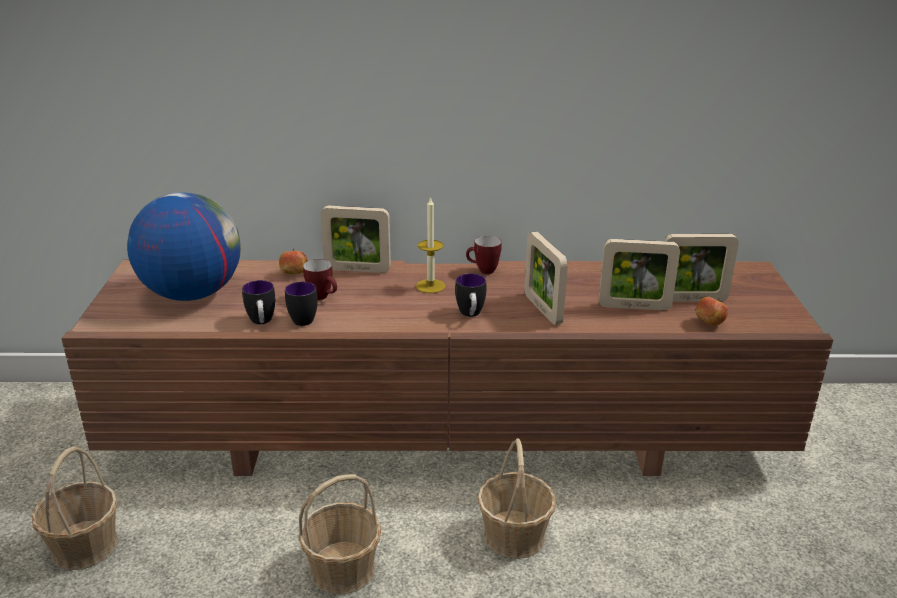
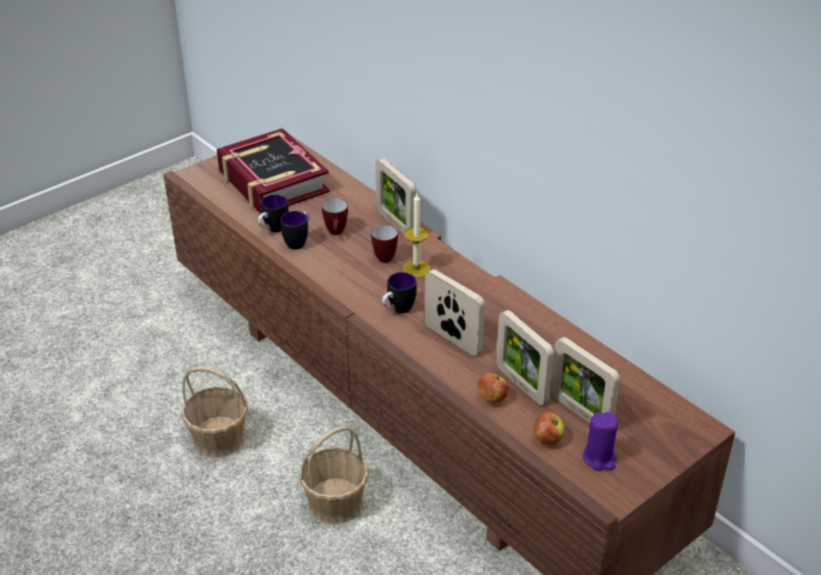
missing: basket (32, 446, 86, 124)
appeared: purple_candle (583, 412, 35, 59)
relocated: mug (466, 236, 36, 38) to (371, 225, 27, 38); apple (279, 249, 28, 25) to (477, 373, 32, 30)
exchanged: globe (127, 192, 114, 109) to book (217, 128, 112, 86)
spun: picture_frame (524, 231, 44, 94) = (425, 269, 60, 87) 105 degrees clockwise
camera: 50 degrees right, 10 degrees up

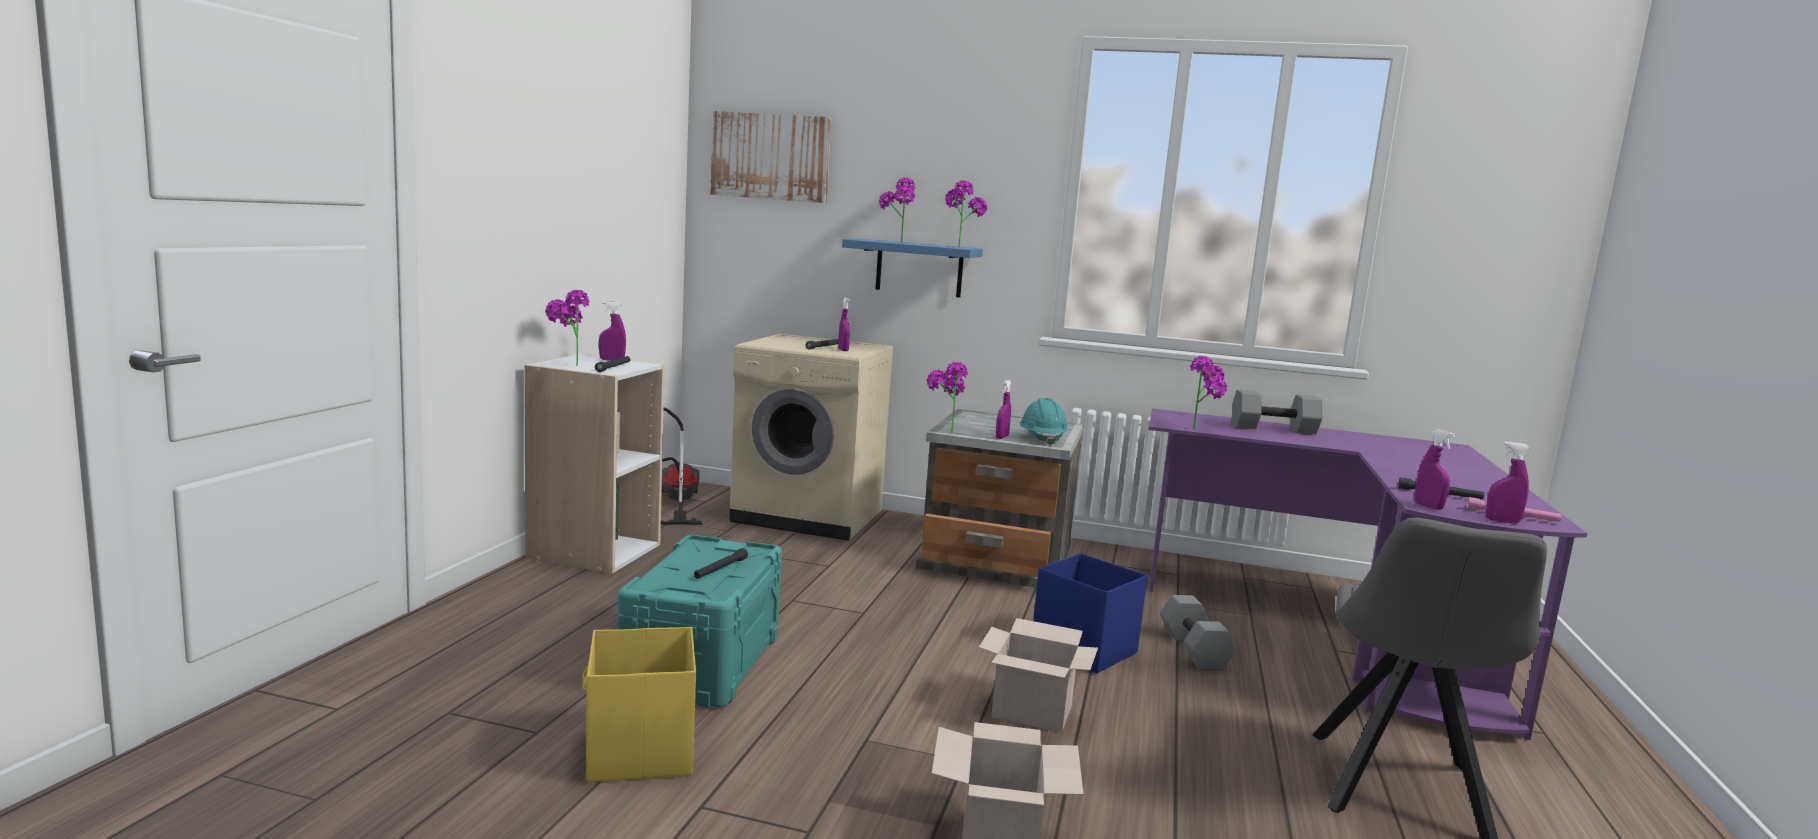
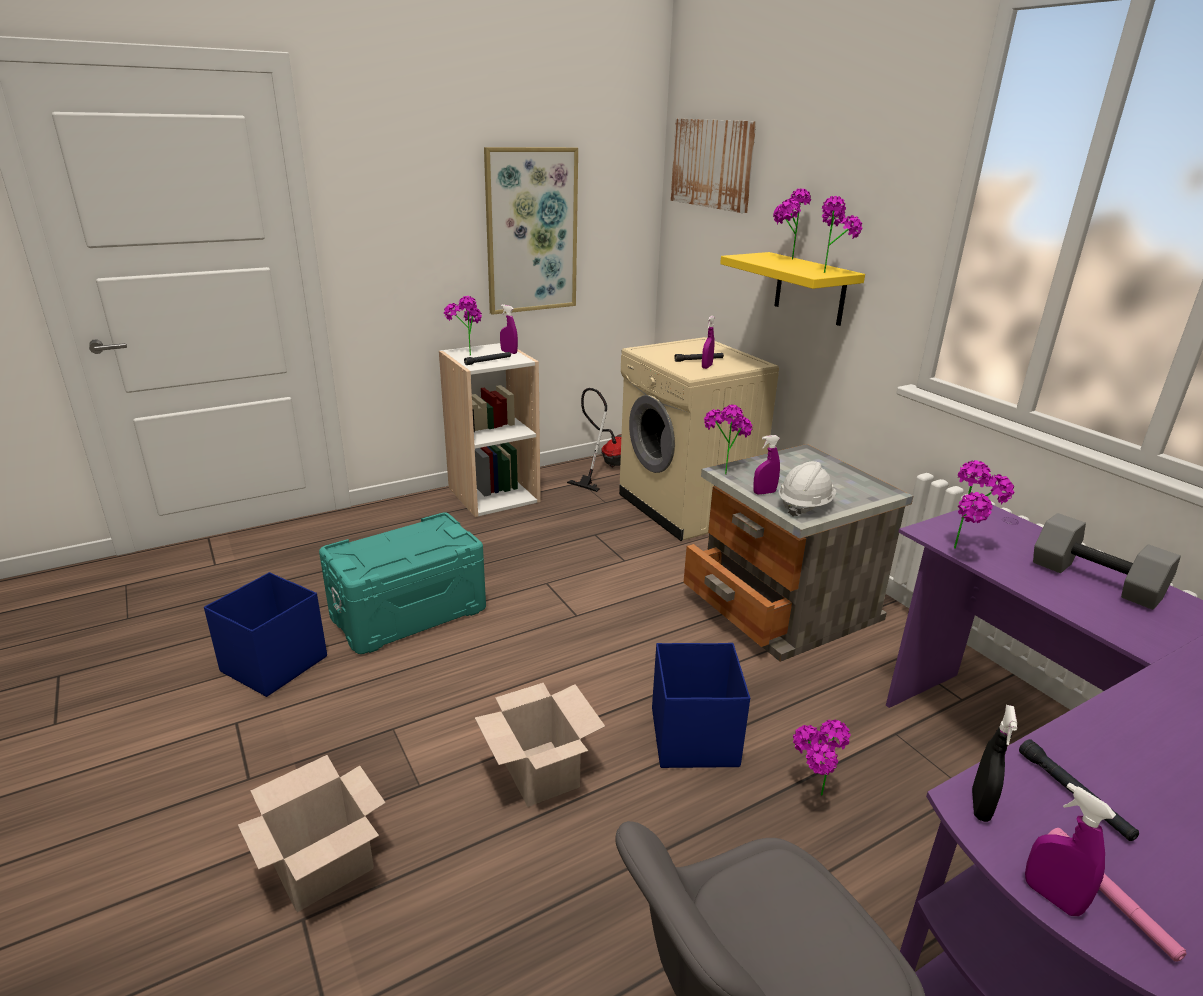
missing: black_flashlight (694, 548, 54, 31)
appeared: picture (484, 147, 94, 168)
exchanged: grey_dumbbell (1160, 595, 76, 75) to potted_plant (793, 720, 58, 76)
colour: yellow_storage_box (582, 627, 114, 156) to blue_storage_box (204, 572, 123, 125); blue_shelf (842, 239, 141, 58) to yellow_shelf (720, 252, 145, 74); turquoise_hard_hat (1020, 398, 48, 48) to white_hard_hat (779, 461, 57, 56); purple_spray_bottle (1415, 429, 40, 81) to black_spray_bottle (972, 705, 45, 117)
camera: 45 degrees right, 15 degrees up

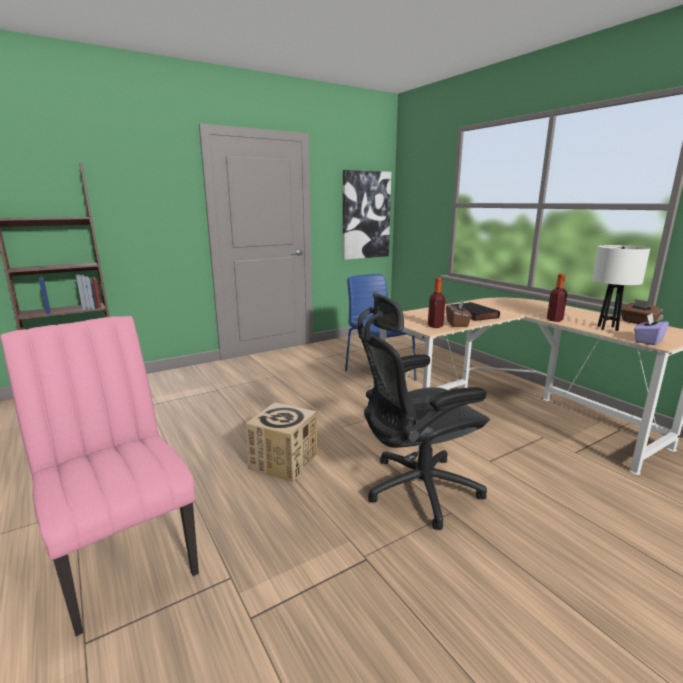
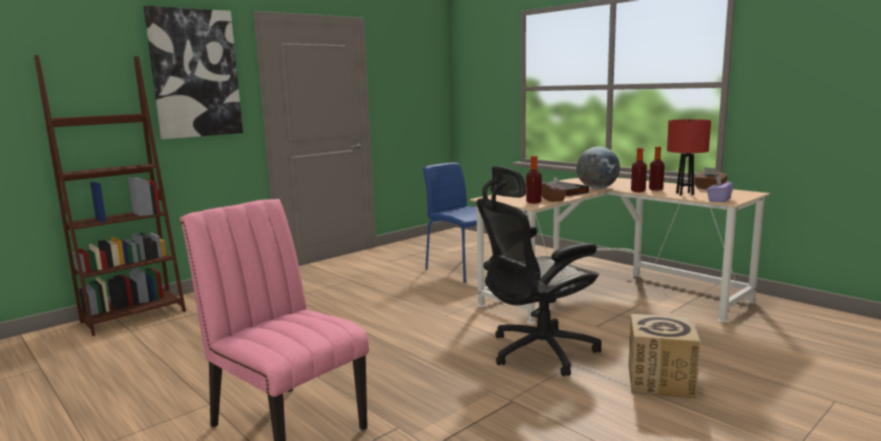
appeared: globe (576, 147, 44, 42); bottle (649, 146, 16, 45)
relocated: picture (343, 170, 48, 90) to (144, 6, 99, 133); cardboard_box (246, 402, 71, 80) to (628, 314, 72, 84)
colour: white_table_lamp (592, 245, 58, 86) to red_table_lamp (667, 119, 44, 77)
camera: 10 degrees left, 5 degrees down

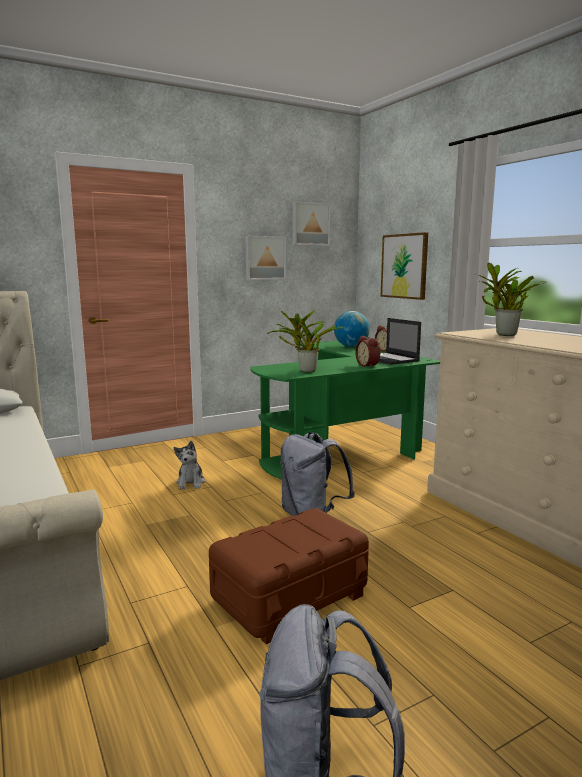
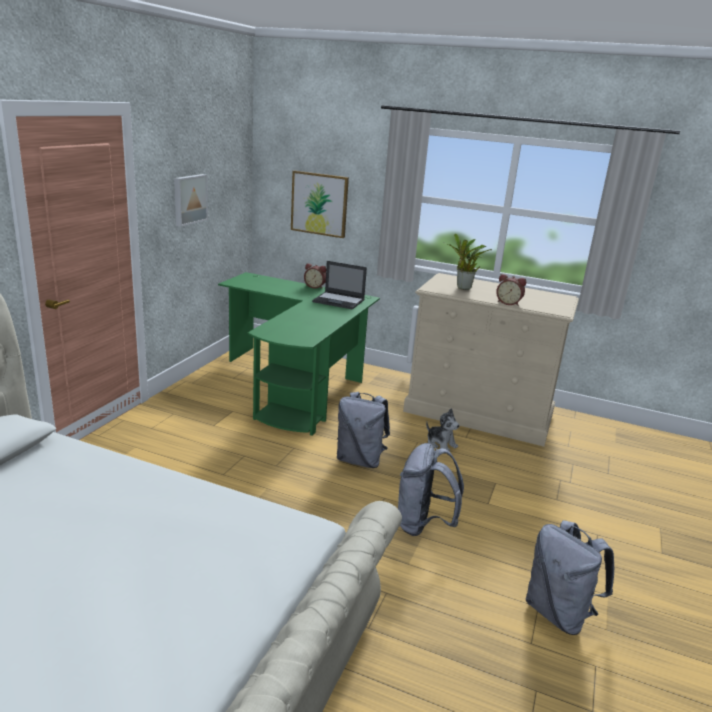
missing: potted_plant (267, 310, 76, 63); picture (293, 202, 37, 44); globe (334, 311, 36, 36)
relocated: plush_toy (174, 441, 31, 48) to (426, 408, 34, 44); alarm_clock (355, 336, 25, 32) to (496, 274, 30, 32)
exchanged: brown_storage_box (209, 508, 160, 136) to grey_backpack (398, 443, 66, 93)
camera: 40 degrees left, 10 degrees up

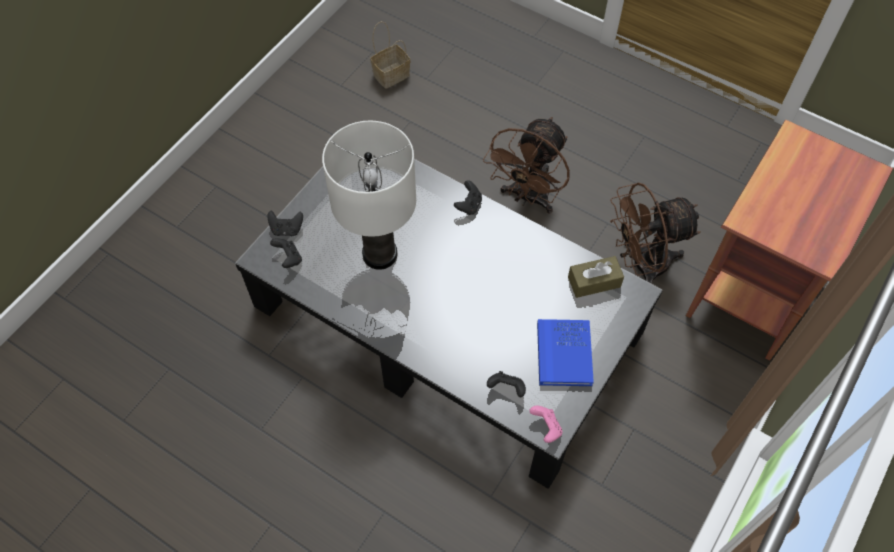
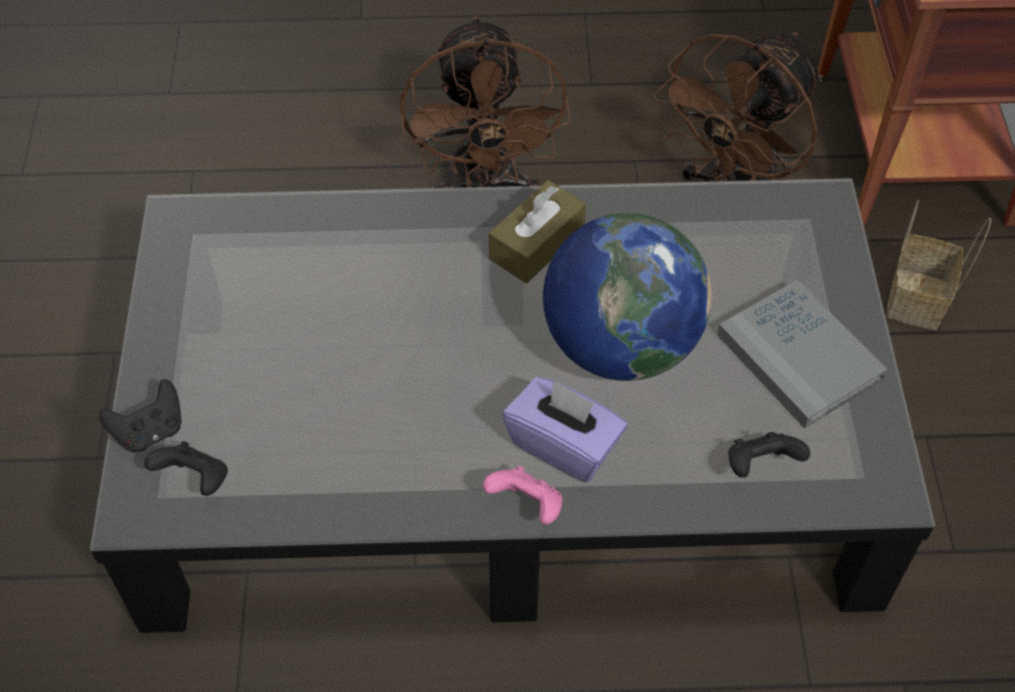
missing: white_table_lamp (322, 120, 94, 150); black_game_controller (454, 180, 28, 35)
appeared: purple_tissue_box (503, 377, 124, 105); globe (543, 213, 169, 168)
relocated: pink_game_controller (529, 406, 33, 37) to (483, 466, 80, 59); brown_tissue_box (568, 256, 56, 42) to (489, 180, 97, 103); basket (370, 21, 40, 68) to (887, 200, 104, 130)
colour: blue_book (537, 319, 57, 67) to grey_book (717, 280, 170, 148)
camera: 35 degrees left, 5 degrees down

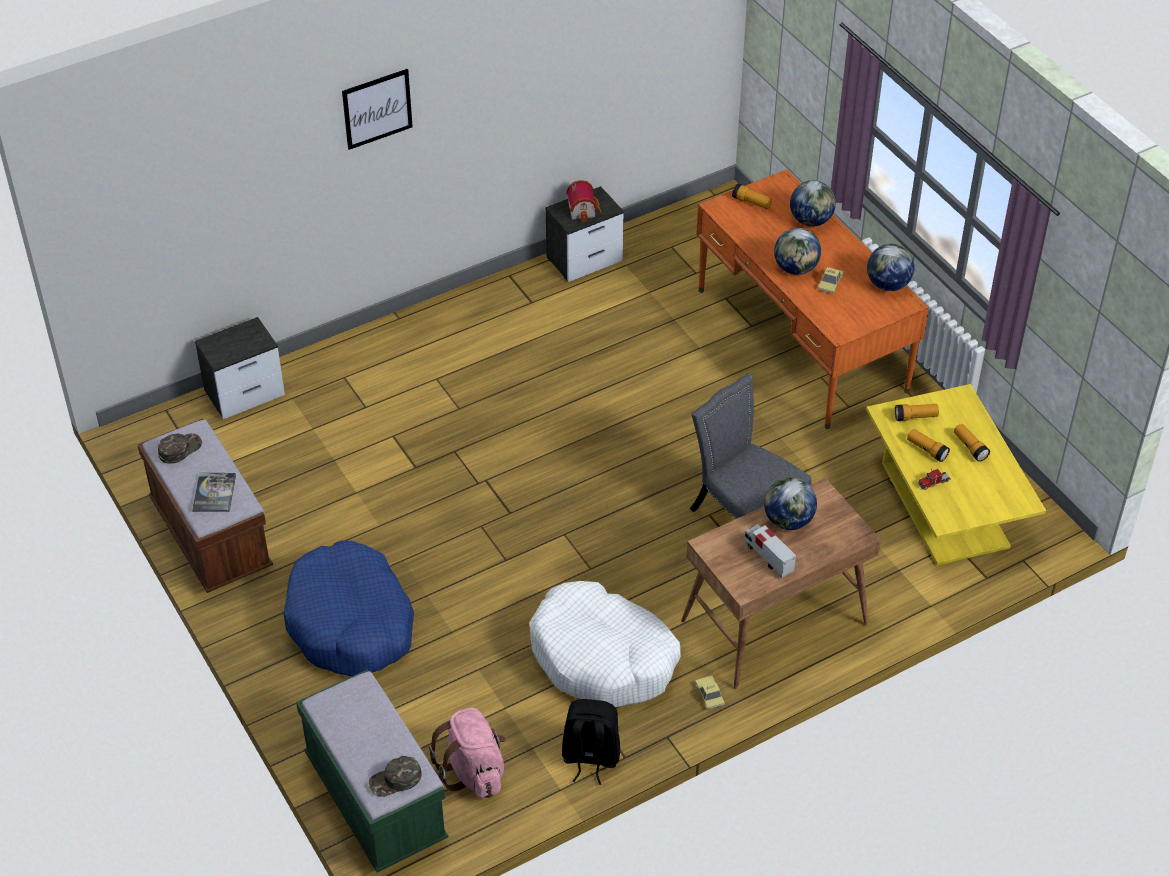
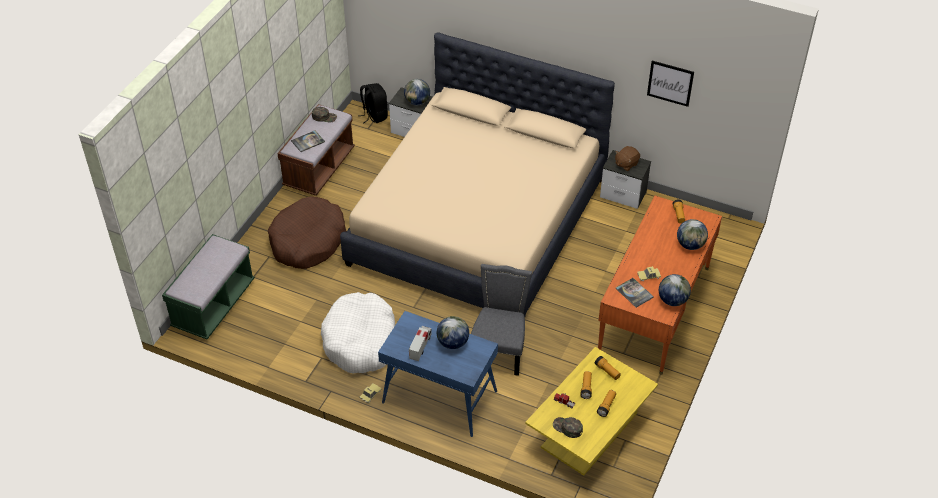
missing: pink_backpack (429, 708, 77, 91)
appeared: beige_bed (340, 32, 275, 284); book (616, 278, 38, 30)
relocated: black_backpack (562, 699, 58, 86) to (358, 83, 30, 41); globe (774, 228, 47, 47) to (404, 79, 26, 27); green_cap (369, 756, 52, 41) to (553, 417, 30, 21); picture (342, 69, 71, 81) to (647, 61, 47, 46)
exchanged: toy_house (566, 180, 36, 42) to brown_plush_toy (615, 146, 25, 25)
colour: blue_dog_bed (283, 540, 131, 137) to brown_dog_bed (268, 196, 79, 73); brown_desk (681, 478, 200, 211) to blue_desk (378, 311, 120, 126)
camera: 55 degrees right, 0 degrees up

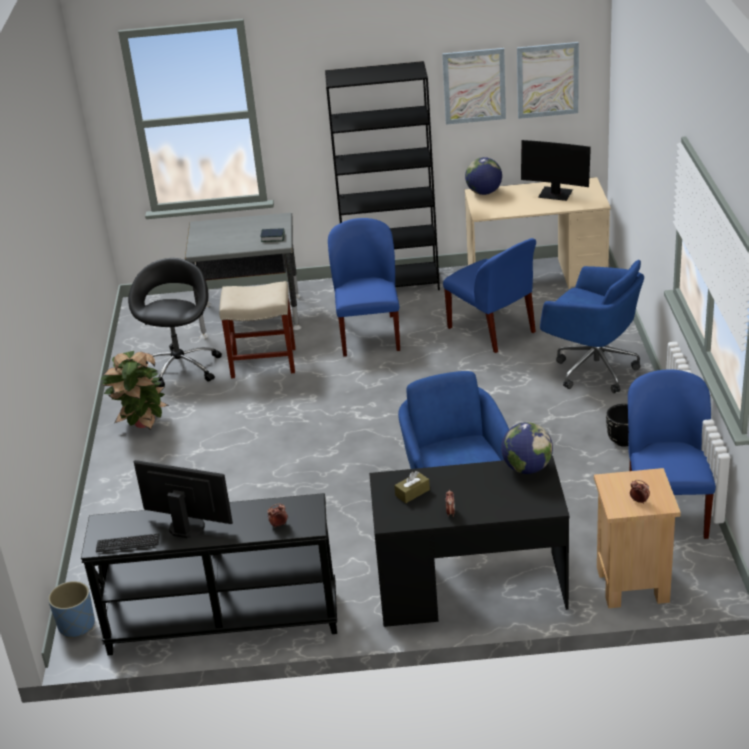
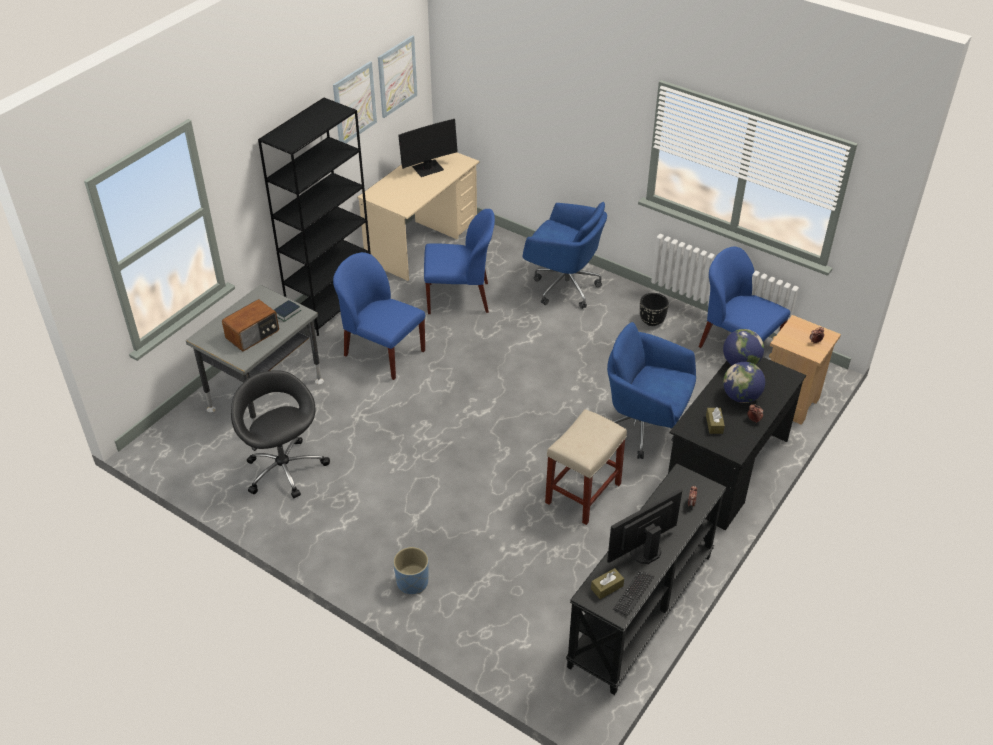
missing: potted_plant (100, 351, 69, 79)
appeared: radio (222, 299, 57, 53); brown_tissue_box (591, 568, 33, 31)
relocated: blue_planter (48, 581, 47, 57) to (393, 547, 36, 47); beige_stool (220, 281, 76, 97) to (545, 409, 82, 116); globe (465, 157, 37, 38) to (723, 362, 42, 41)
spun: blue_office_chair (540, 260, 104, 133) = (523, 202, 84, 107) 45 degrees clockwise
camera: 55 degrees left, 10 degrees up

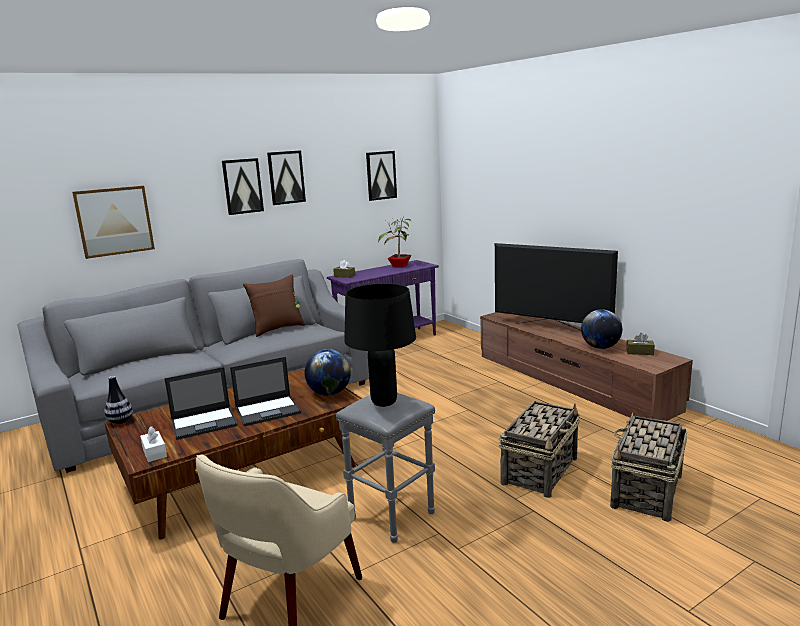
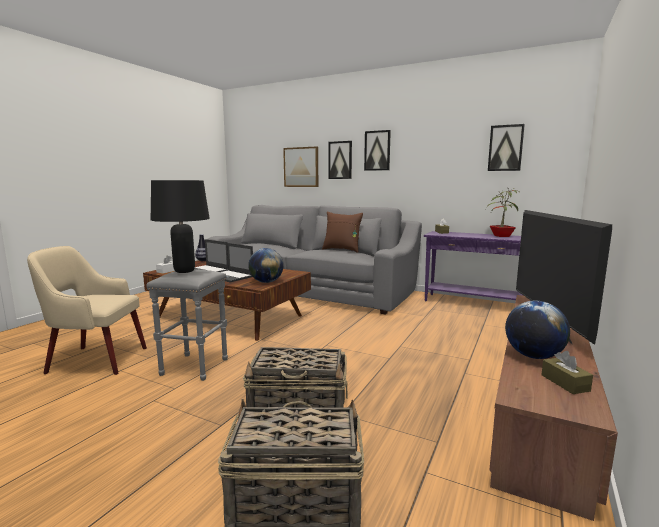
relocated: picture (267, 150, 39, 55) to (328, 141, 24, 38)
camera: 60 degrees right, 5 degrees down

